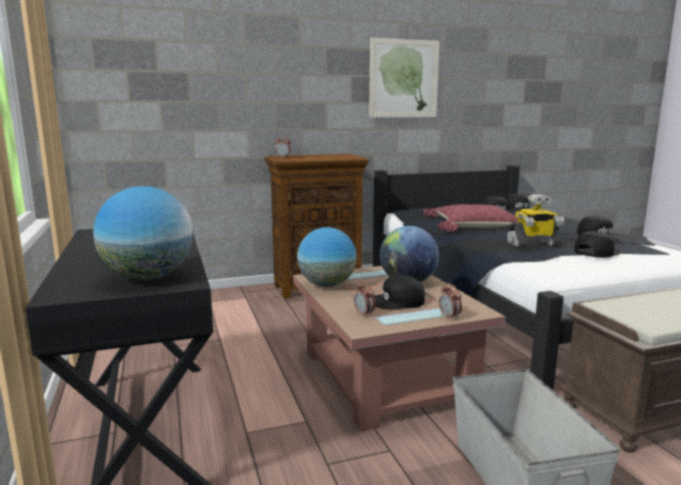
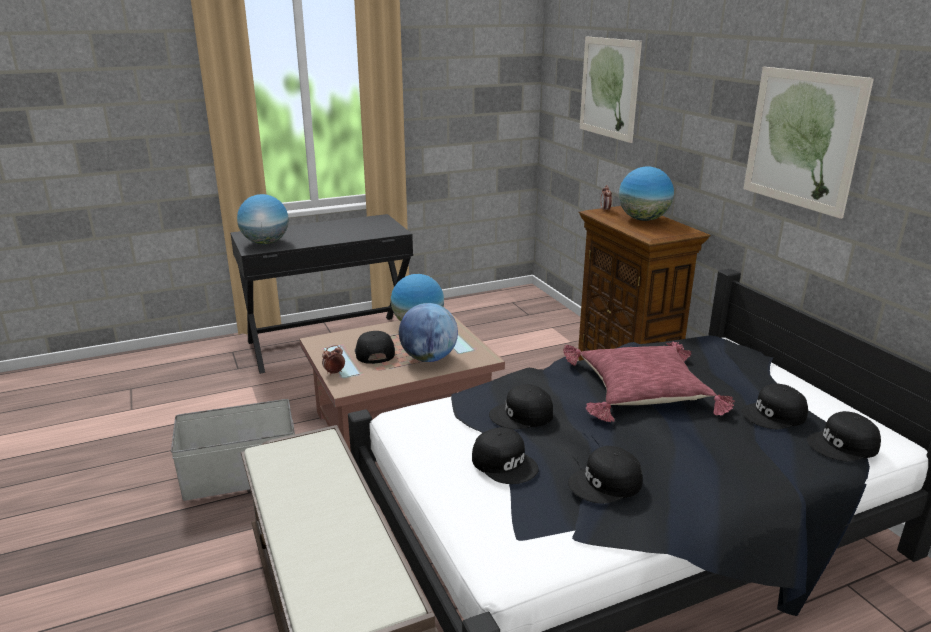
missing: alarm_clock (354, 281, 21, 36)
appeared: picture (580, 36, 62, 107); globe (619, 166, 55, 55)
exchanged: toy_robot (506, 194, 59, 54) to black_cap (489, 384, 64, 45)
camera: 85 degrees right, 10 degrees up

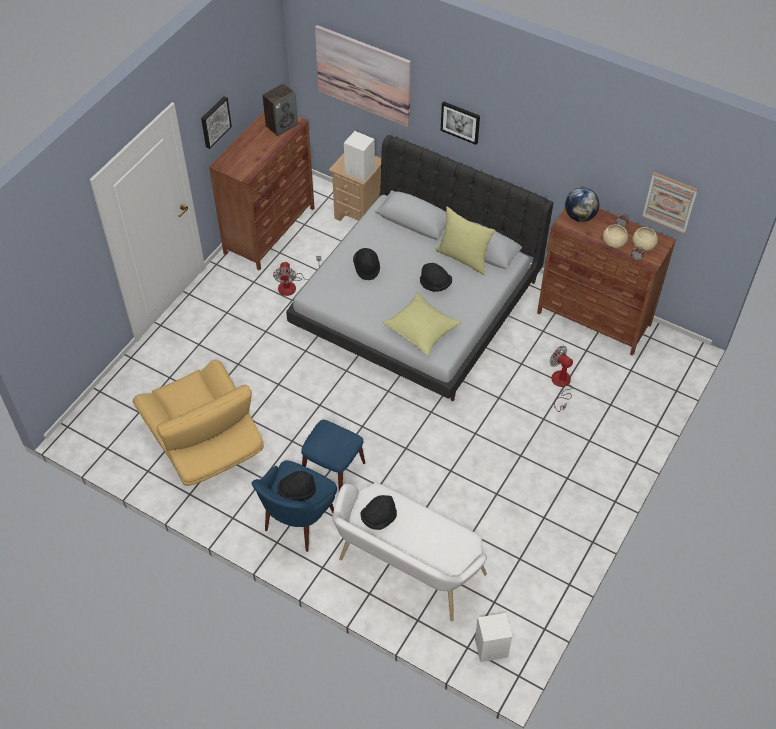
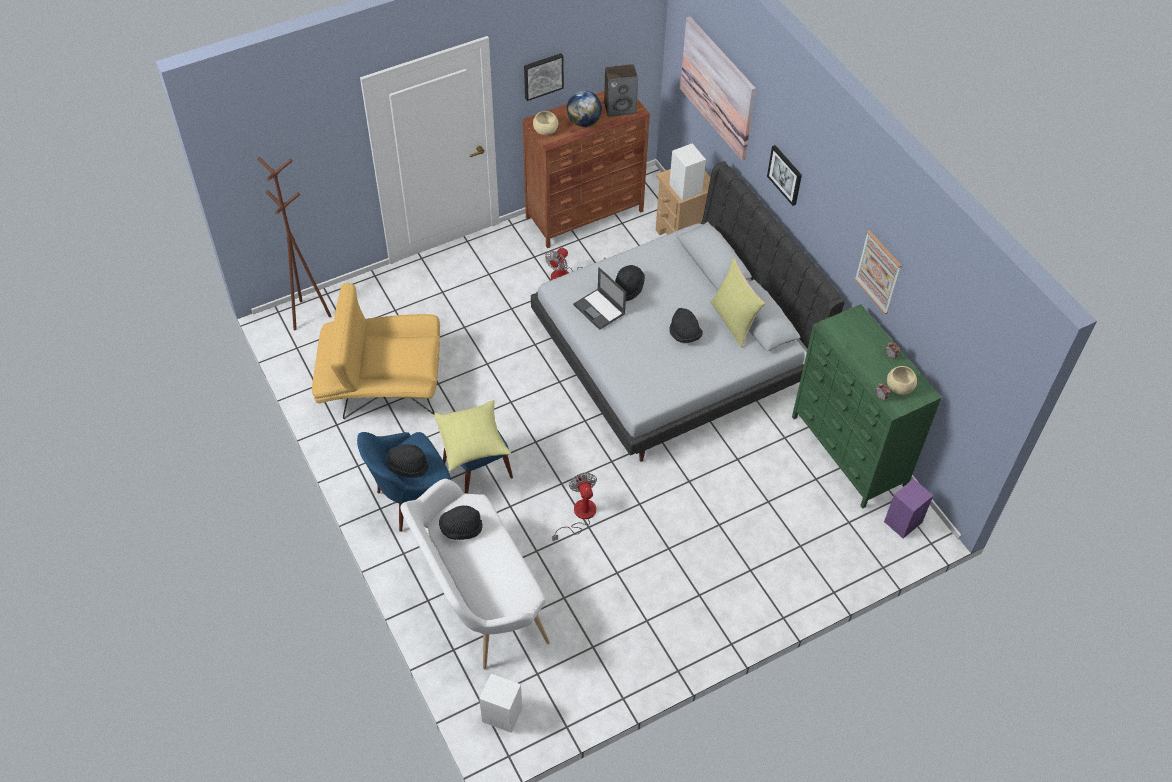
appeared: brown_clothes_rack (257, 156, 74, 174); laptop (573, 267, 53, 63); purple_speaker (884, 479, 49, 59)
relocated: yellow_pillow (382, 292, 79, 63) to (434, 400, 77, 71); beige_bowl (603, 225, 25, 23) to (533, 111, 25, 24); fan (550, 346, 23, 66) to (552, 472, 45, 69); globe (565, 188, 34, 34) to (567, 91, 35, 36); picture (642, 172, 56, 62) to (854, 230, 48, 84)
colour: brown_dresser (537, 208, 139, 148) to green_dresser (792, 304, 150, 205)
spun: yellow_armchair (133, 360, 131, 126) = (312, 283, 128, 136) 90 degrees clockwise
camera: 30 degrees right, 0 degrees up

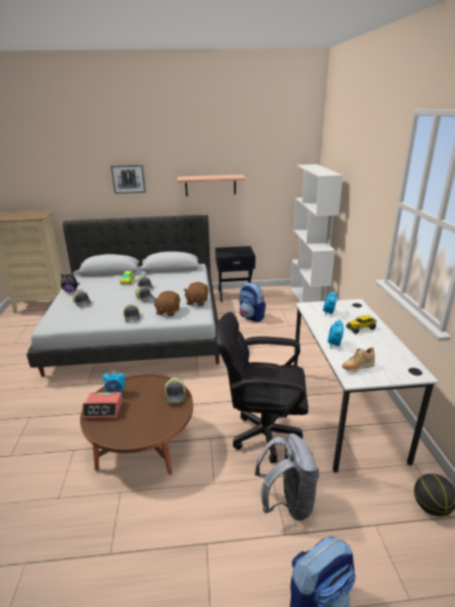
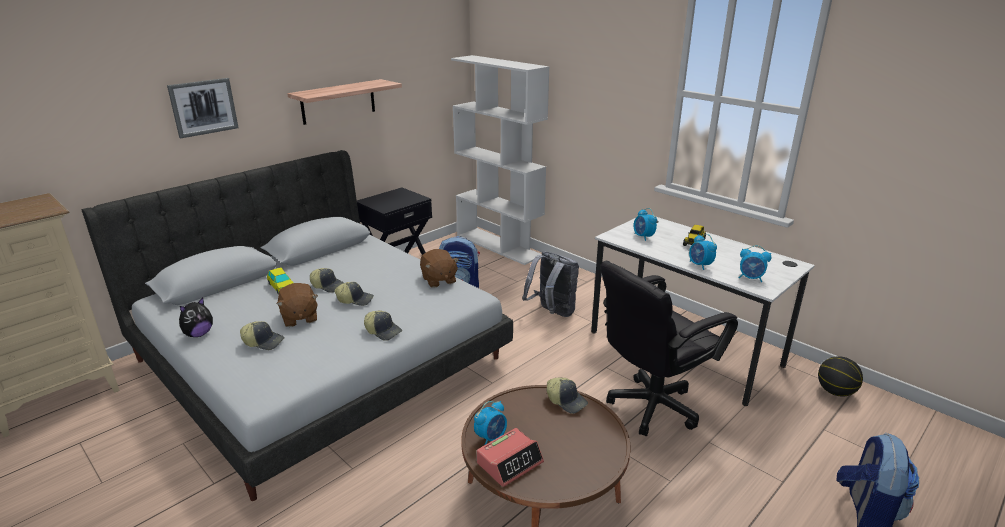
relocated: brown_plush_toy (153, 291, 27, 25) to (276, 283, 42, 44); grey_backpack (255, 433, 64, 88) to (522, 251, 57, 66)
exchanged: beige_shoe (342, 347, 33, 25) to alarm_clock (739, 245, 33, 37)
camera: 40 degrees left, 0 degrees up

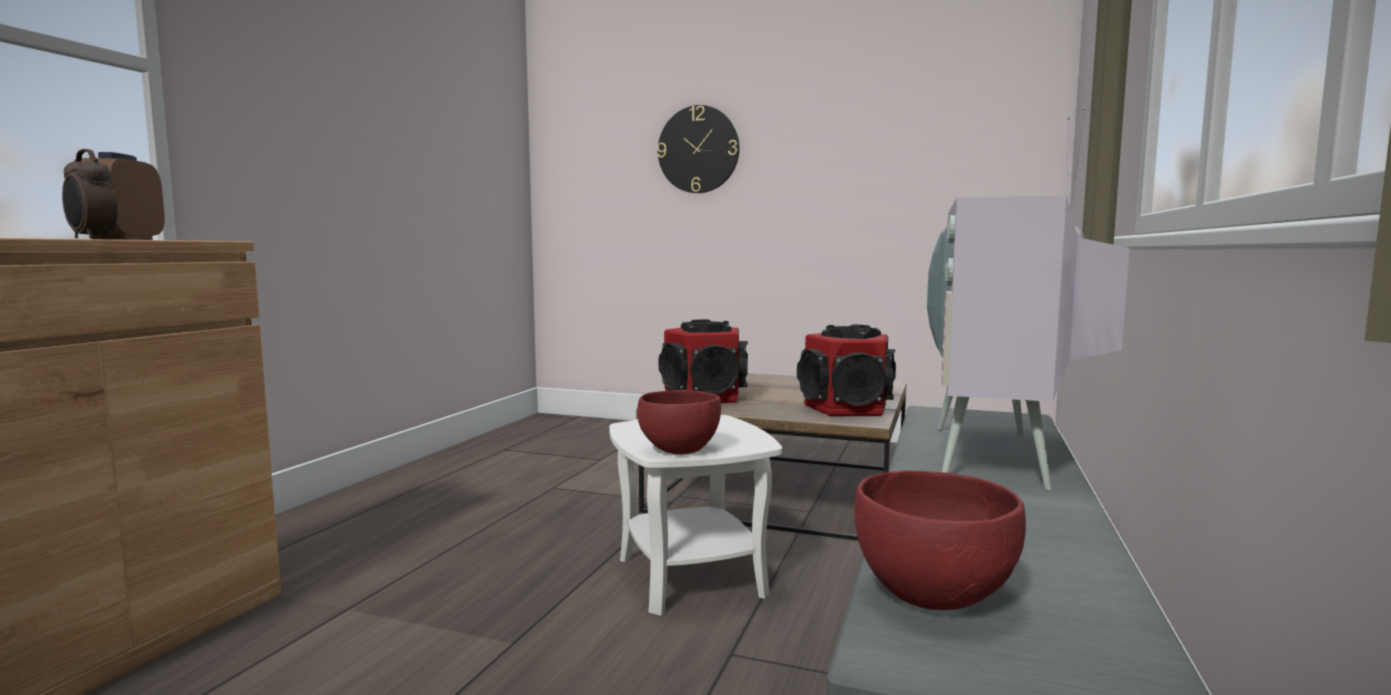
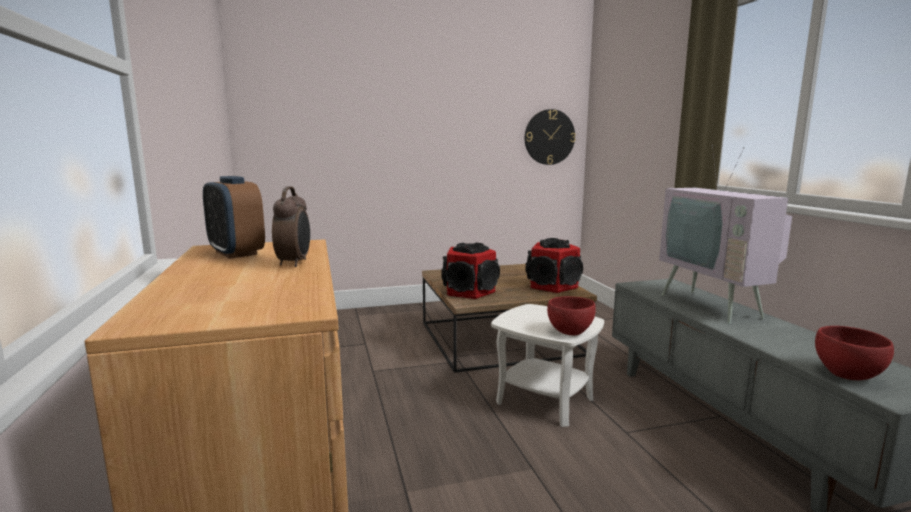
relocated: wall_clock (657, 105, 83, 88) to (525, 109, 51, 56)
spun: alarm_clock (62, 149, 55, 90) = (272, 186, 38, 81) 90 degrees counterclockwise
camera: 35 degrees left, 5 degrees up

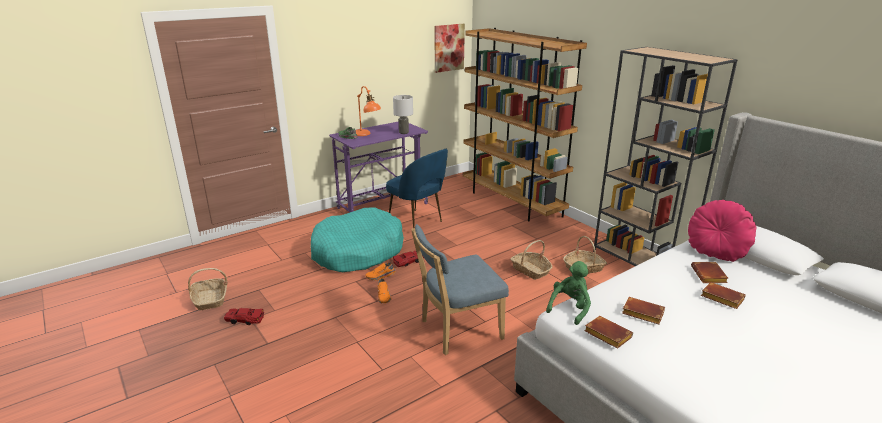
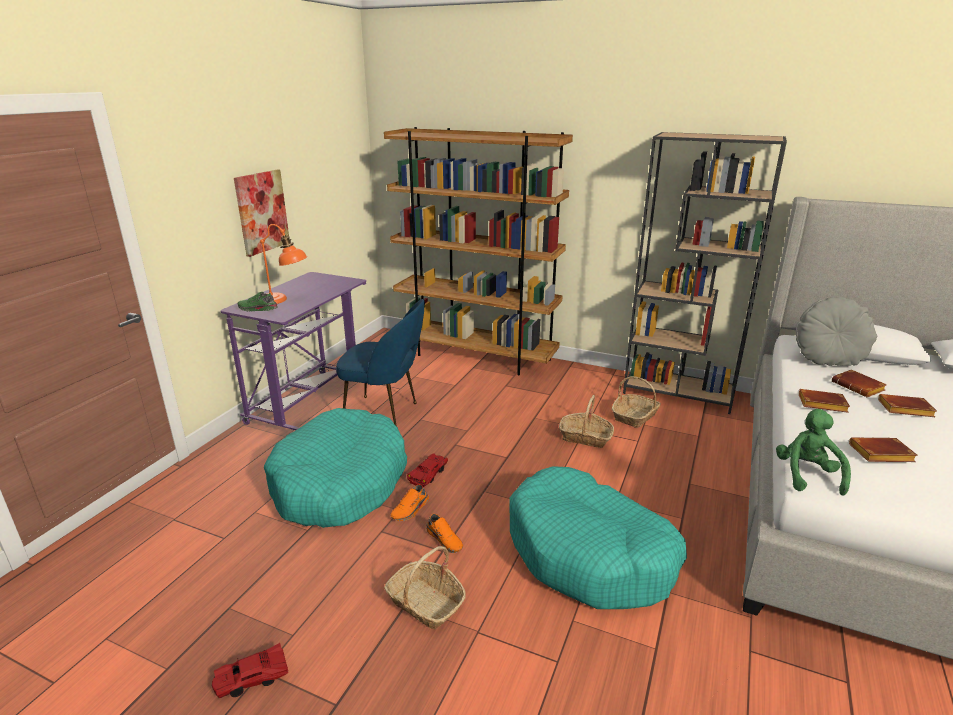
missing: white_table_lamp (393, 95, 20, 39)
relocated: picture (435, 24, 30, 49) to (234, 169, 55, 88); basket (188, 268, 39, 42) to (384, 546, 82, 83); brown_book (584, 316, 49, 33) to (799, 389, 51, 24)
exchanged: blue_chair (411, 224, 98, 131) to turquoise_dog_bed (509, 466, 178, 143)
colour: pink_pillow (688, 200, 68, 62) to grey_pillow (796, 297, 81, 69)
camera: 30 degrees left, 0 degrees up

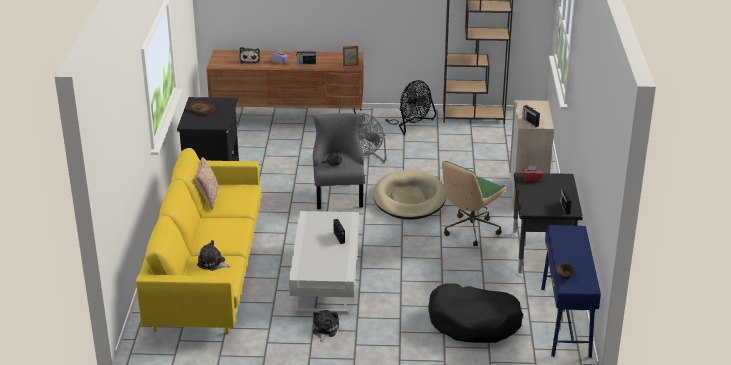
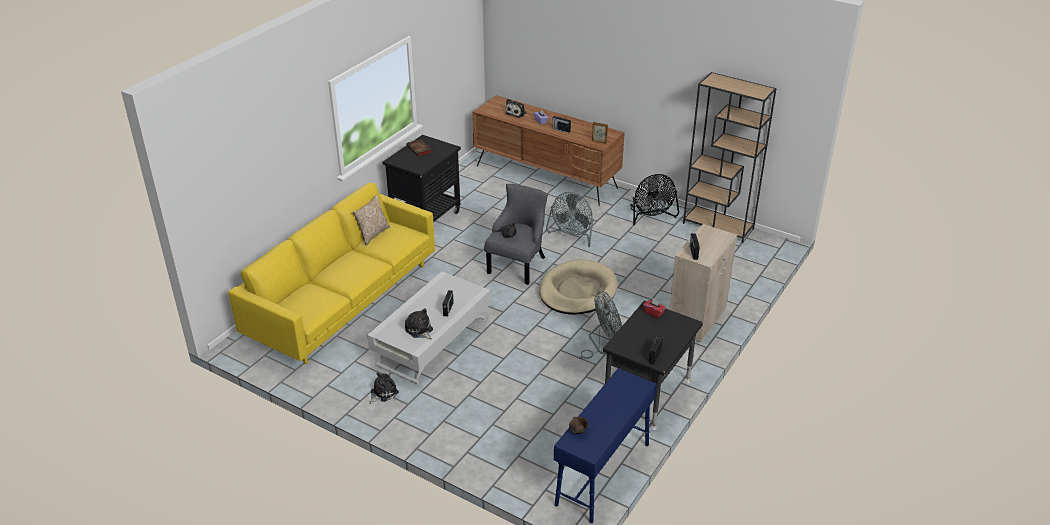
missing: black_dog_bed (428, 283, 95, 60)
relocated: plush_toy (197, 240, 34, 31) to (405, 308, 28, 32)
exchanged: green_office_chair (442, 161, 64, 85) to grey_fan (579, 291, 43, 68)
camera: 30 degrees right, 5 degrees up

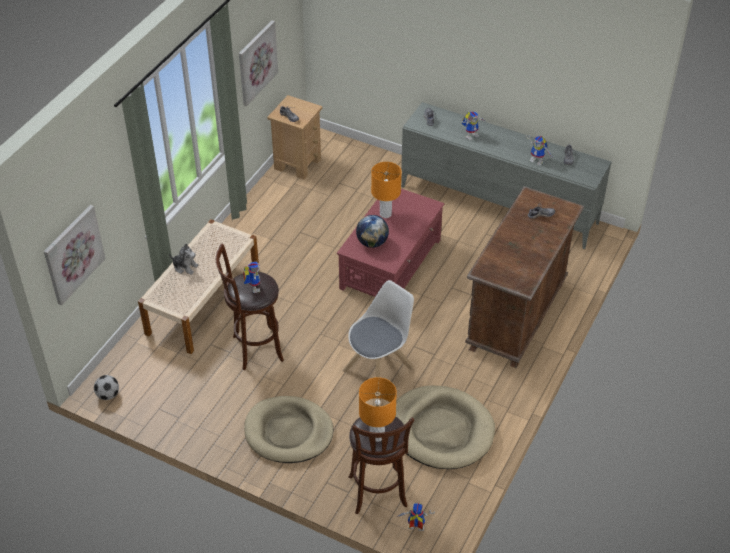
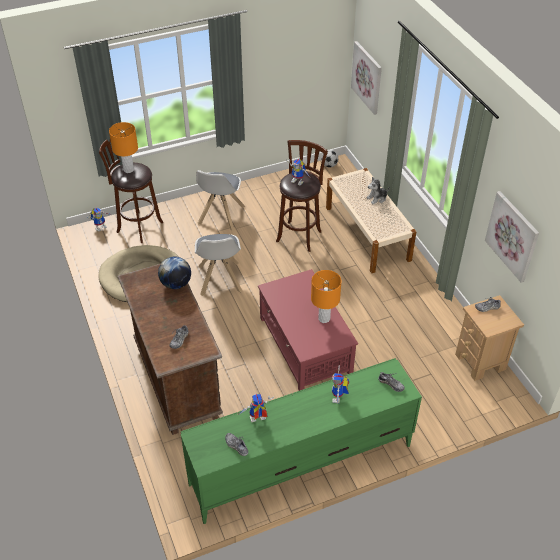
relocated: globe (356, 215, 33, 33) to (158, 256, 33, 33)
exchanged: beige_dog_bed (244, 396, 89, 67) to chair (196, 170, 49, 61)
colour: grey_cabinet (401, 102, 211, 147) to green_cabinet (180, 358, 242, 166)
camera: 130 degrees right, 0 degrees up

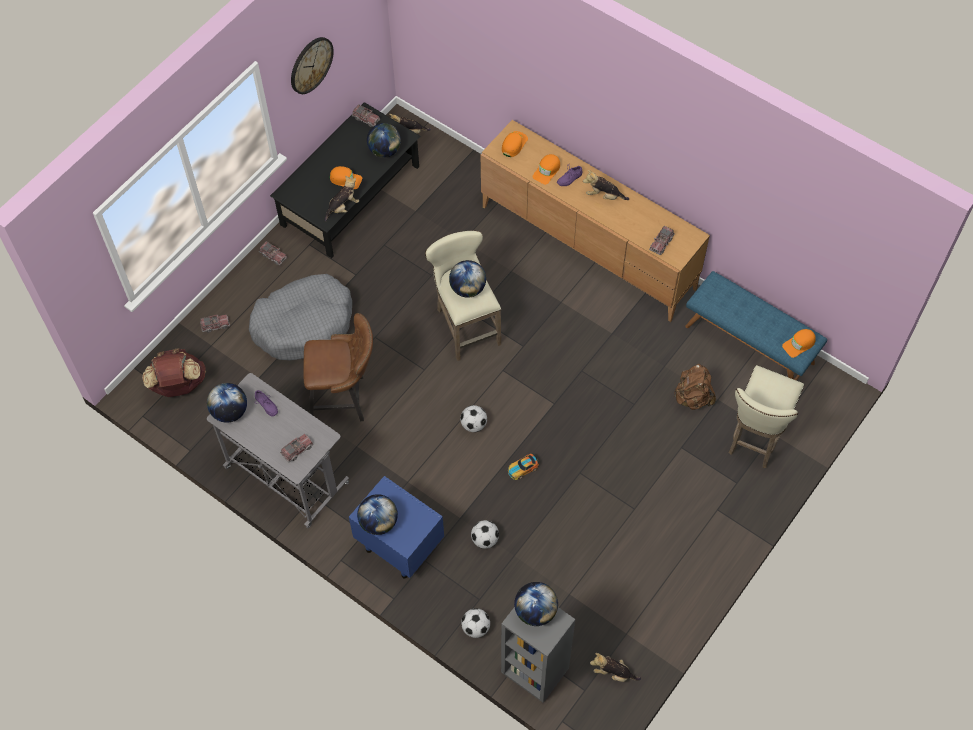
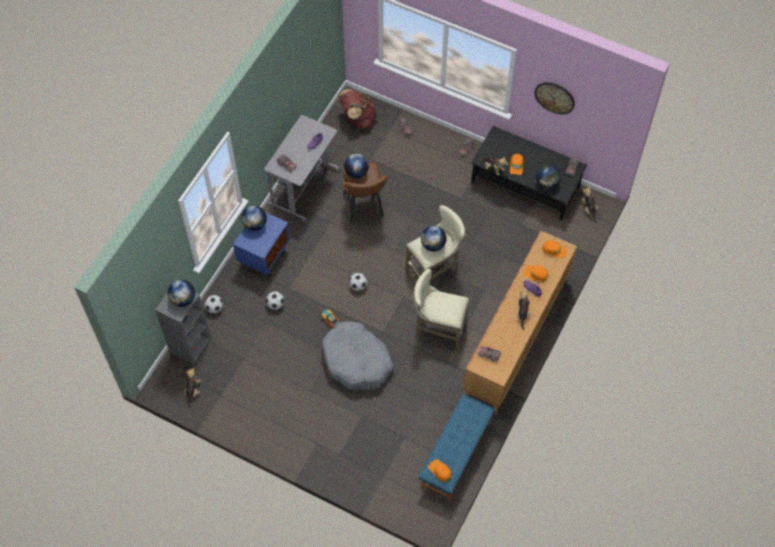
missing: brown_backpack (674, 364, 42, 46)
relocated: grey_dog_bed (249, 274, 103, 87) to (322, 321, 71, 70); globe (207, 383, 40, 40) to (344, 153, 25, 25); beige_stool (729, 365, 75, 103) to (414, 268, 55, 83)
camera: 80 degrees right, 0 degrees up

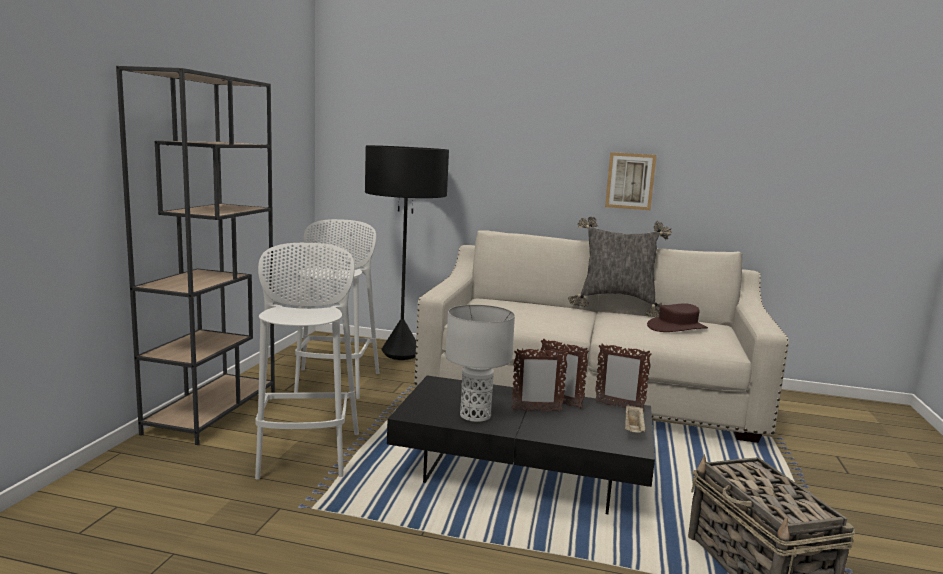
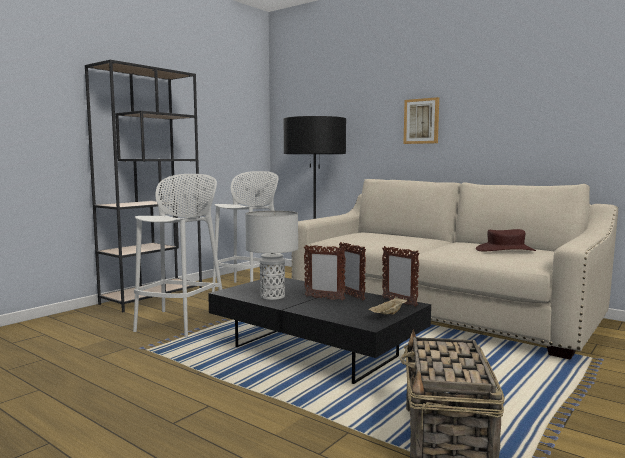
missing: pillow (568, 217, 104, 101)
relocated: picture (605, 152, 52, 58) to (404, 97, 35, 47)
camera: 25 degrees right, 5 degrees down

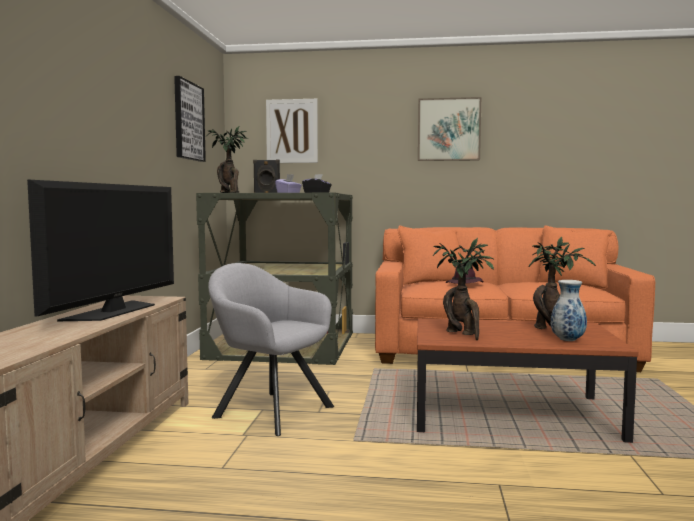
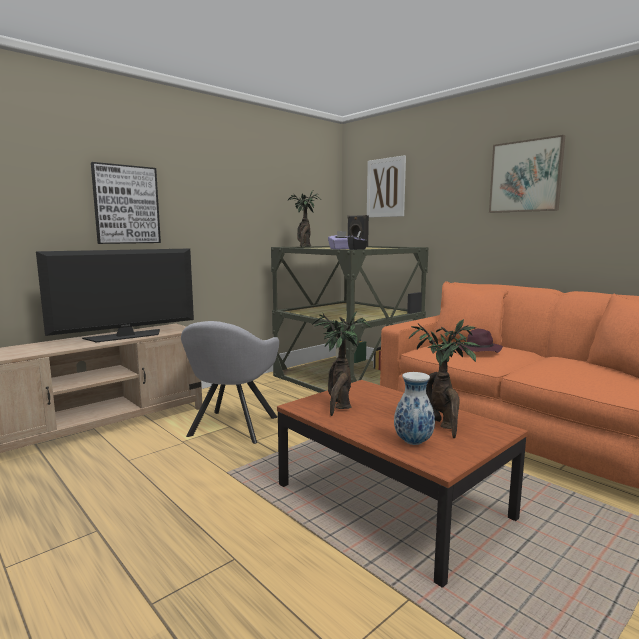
relocated: picture (174, 76, 32, 86) to (91, 162, 70, 82)
spun: grey_armchair (208, 263, 126, 173) = (181, 321, 98, 123) 150 degrees counterclockwise
camera: 40 degrees right, 5 degrees up

